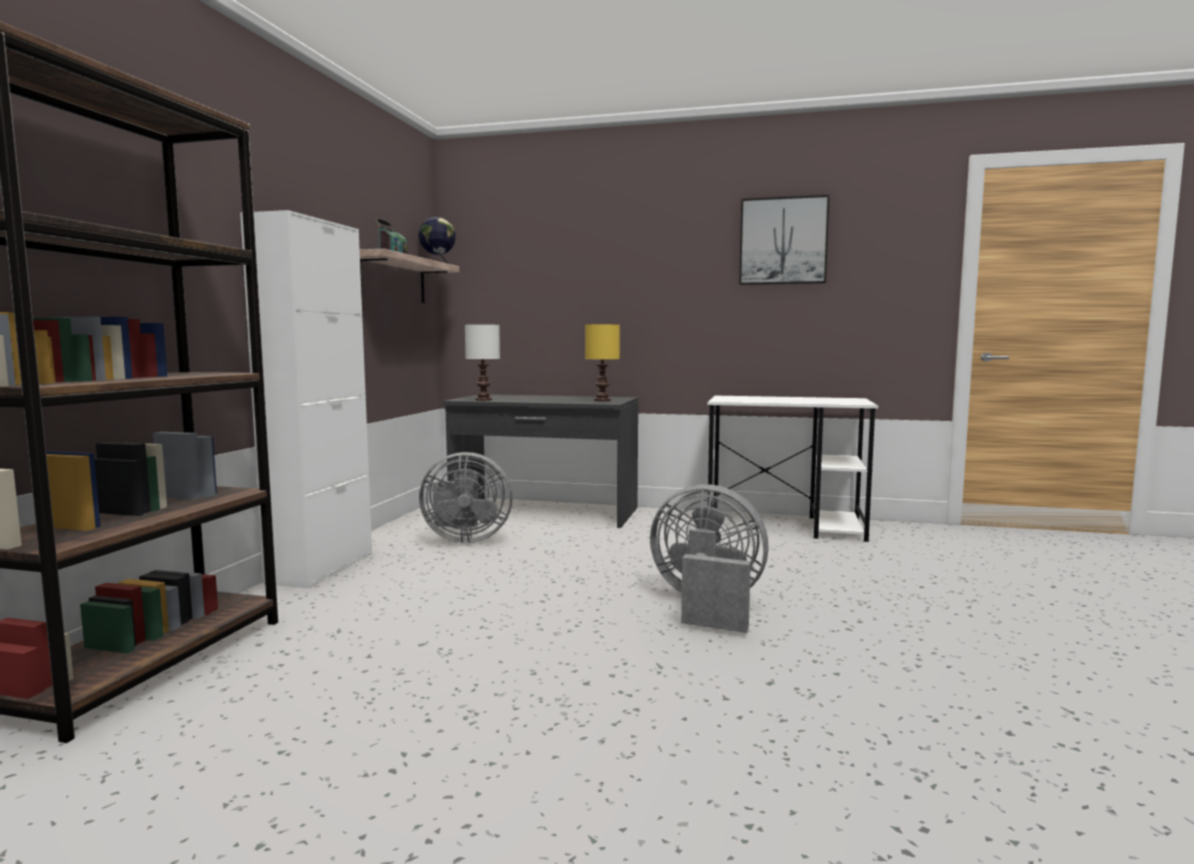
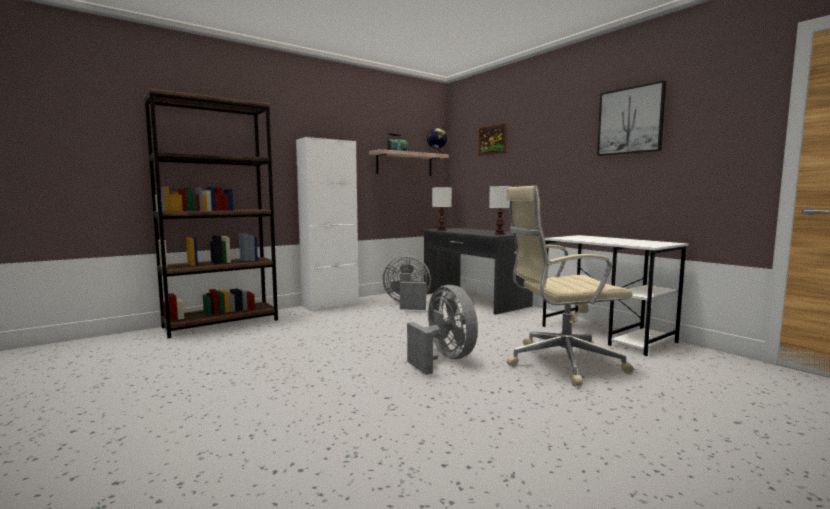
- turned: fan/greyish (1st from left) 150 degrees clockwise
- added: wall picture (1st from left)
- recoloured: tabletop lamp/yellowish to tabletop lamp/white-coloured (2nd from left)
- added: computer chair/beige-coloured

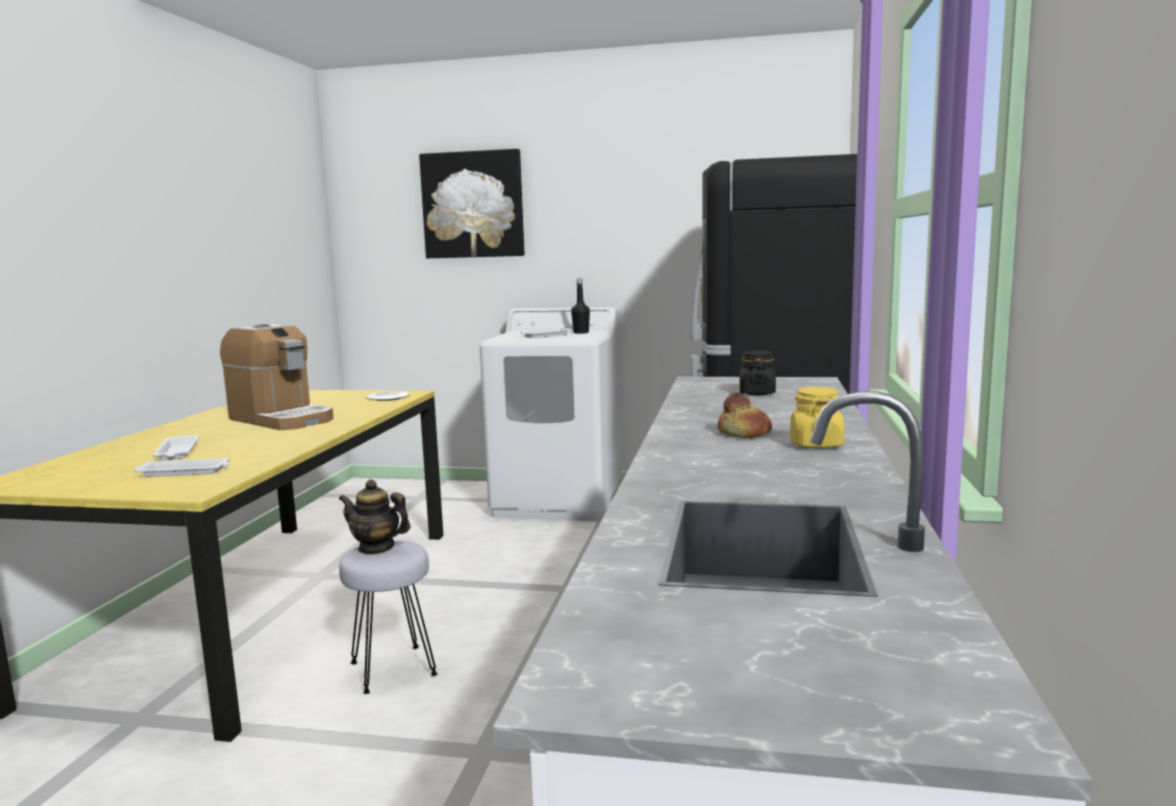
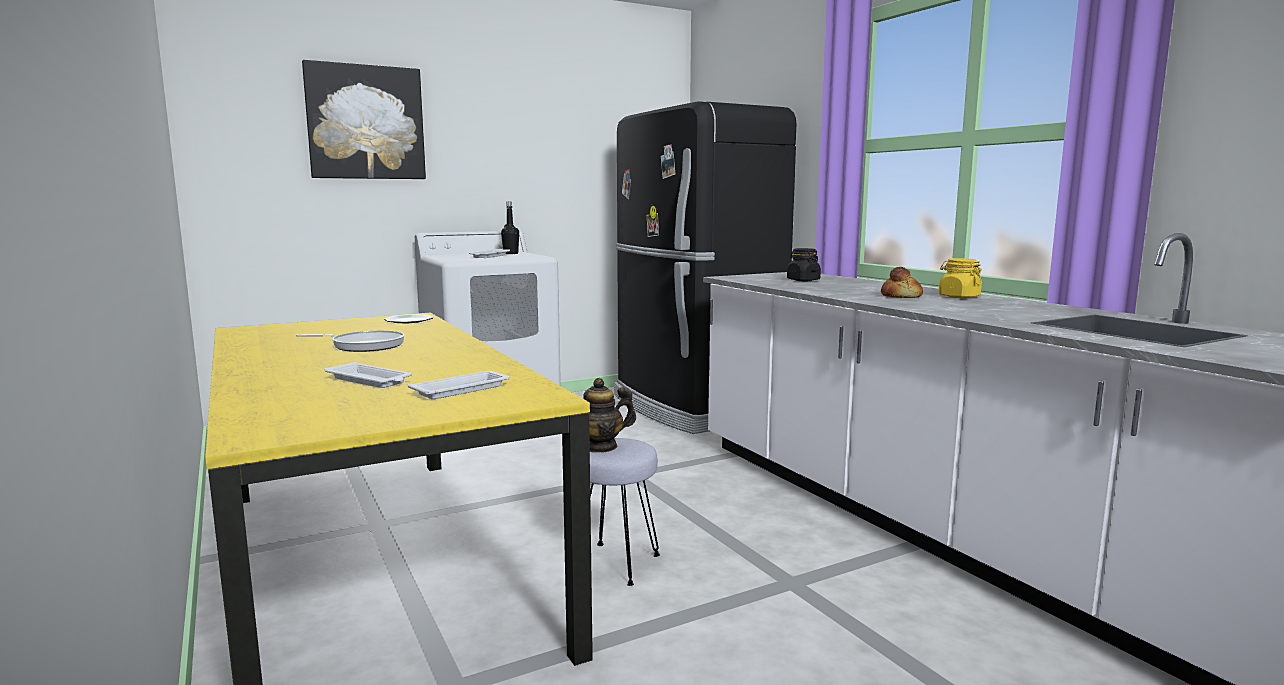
- replaced: coffee machine to skillet

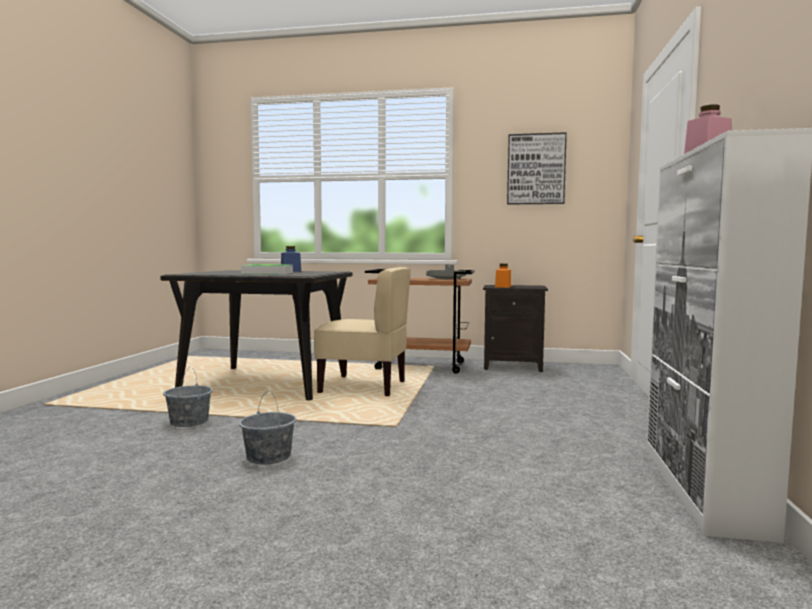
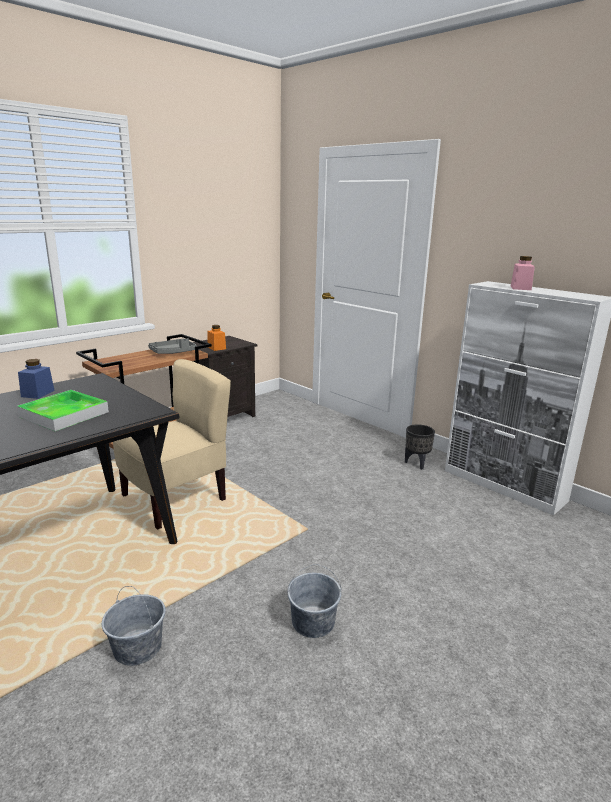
- added: planter/black-coloured
- removed: wall picture

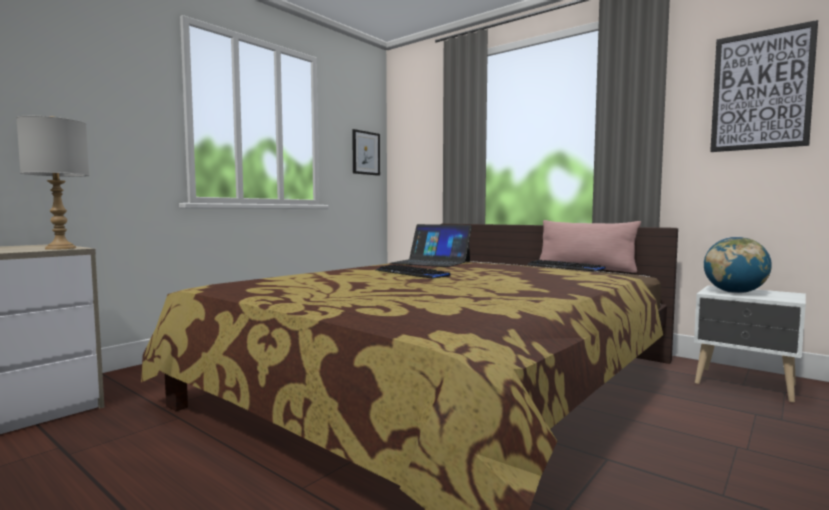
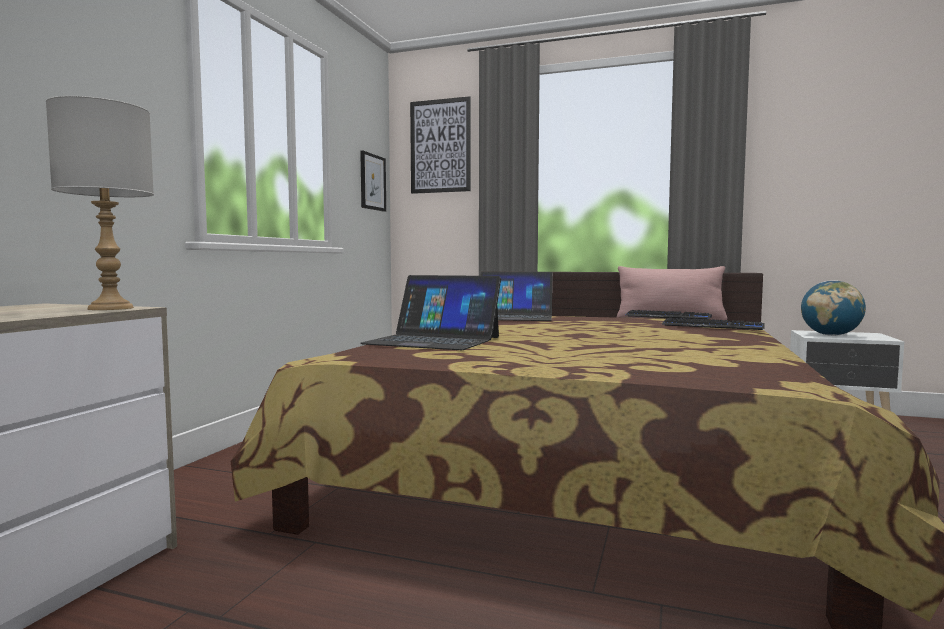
- added: portable computer (1st from left)
- moved: wall picture (2nd from left)
- moved: PC keyboard (1st from left in the first image) to PC keyboard (2nd from left)

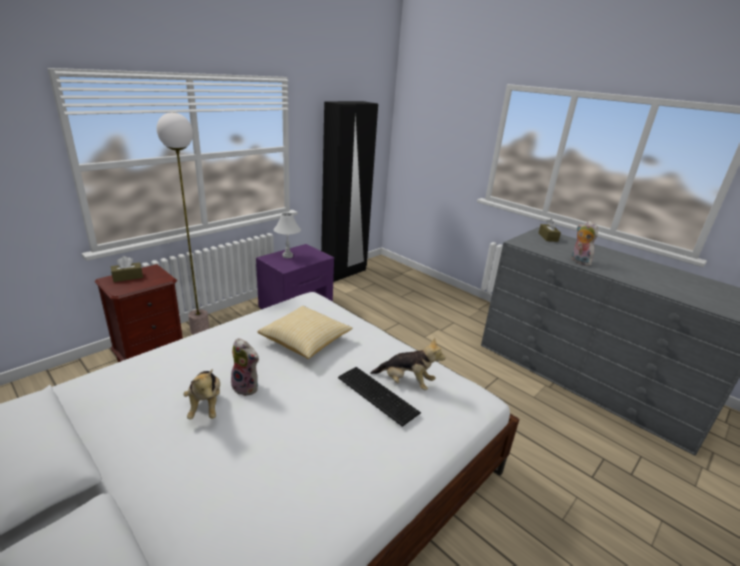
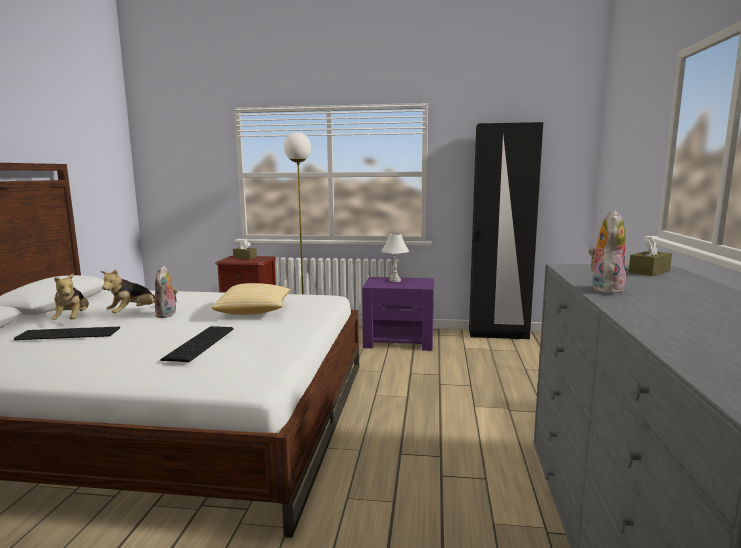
- added: PC keyboard (1st from left)
- moved: soft toy (3rd from left in the first image) to soft toy (1st from left)

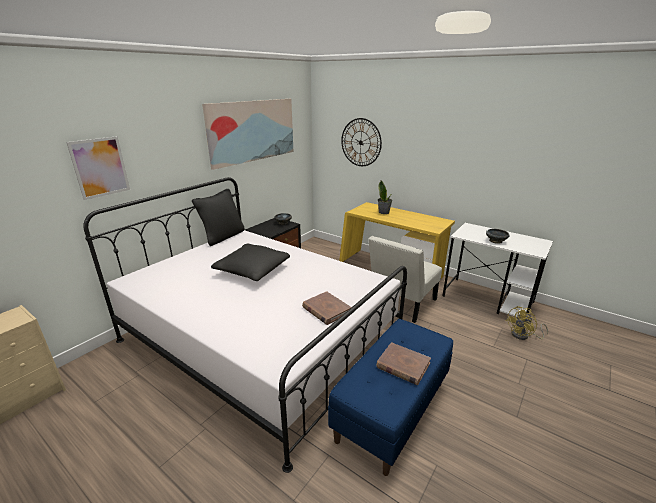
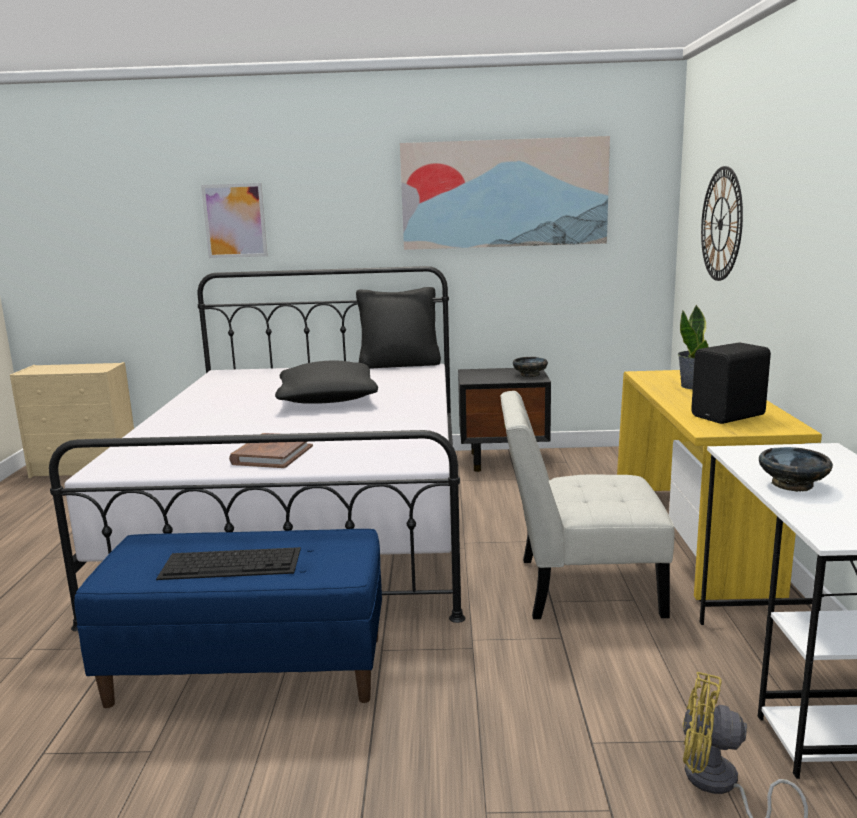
- replaced: book/brown (2nd from left) to PC keyboard
- added: speaker/black-coloured

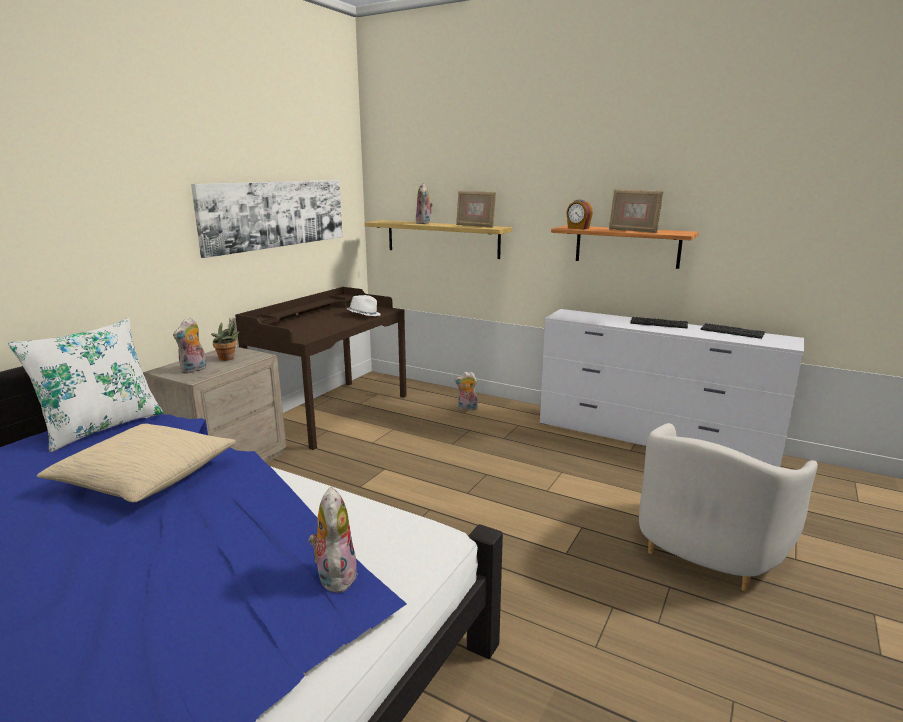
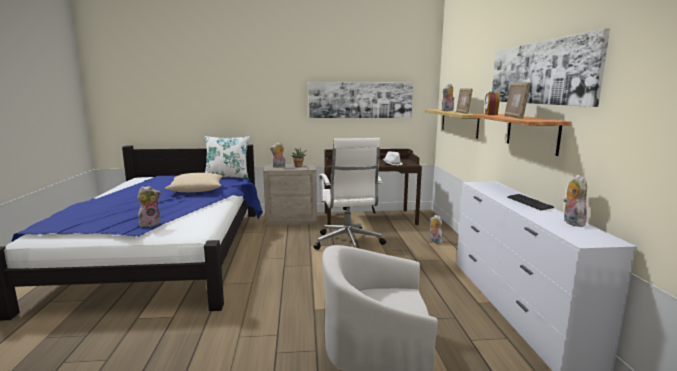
- added: computer chair/white-coloured
- added: wall picture (2nd from left)
- replaced: PC keyboard (2nd from left) to soft toy (5th from left)

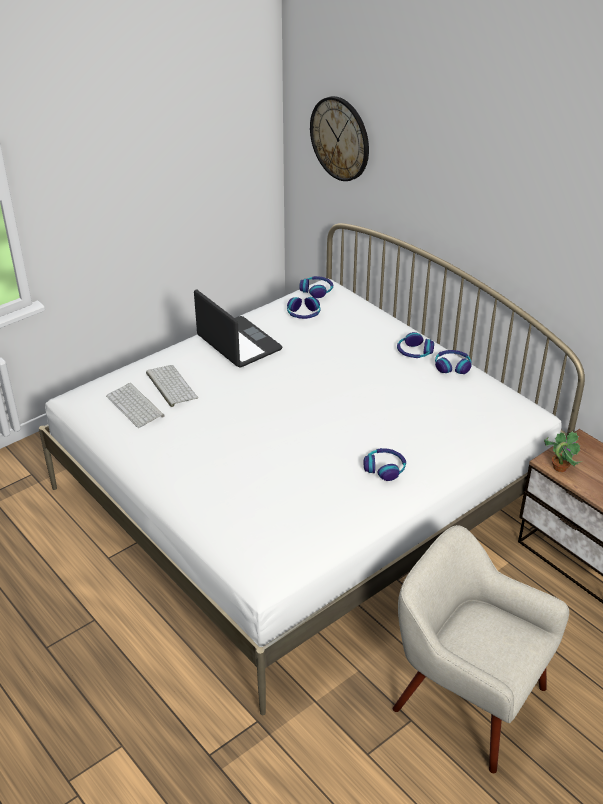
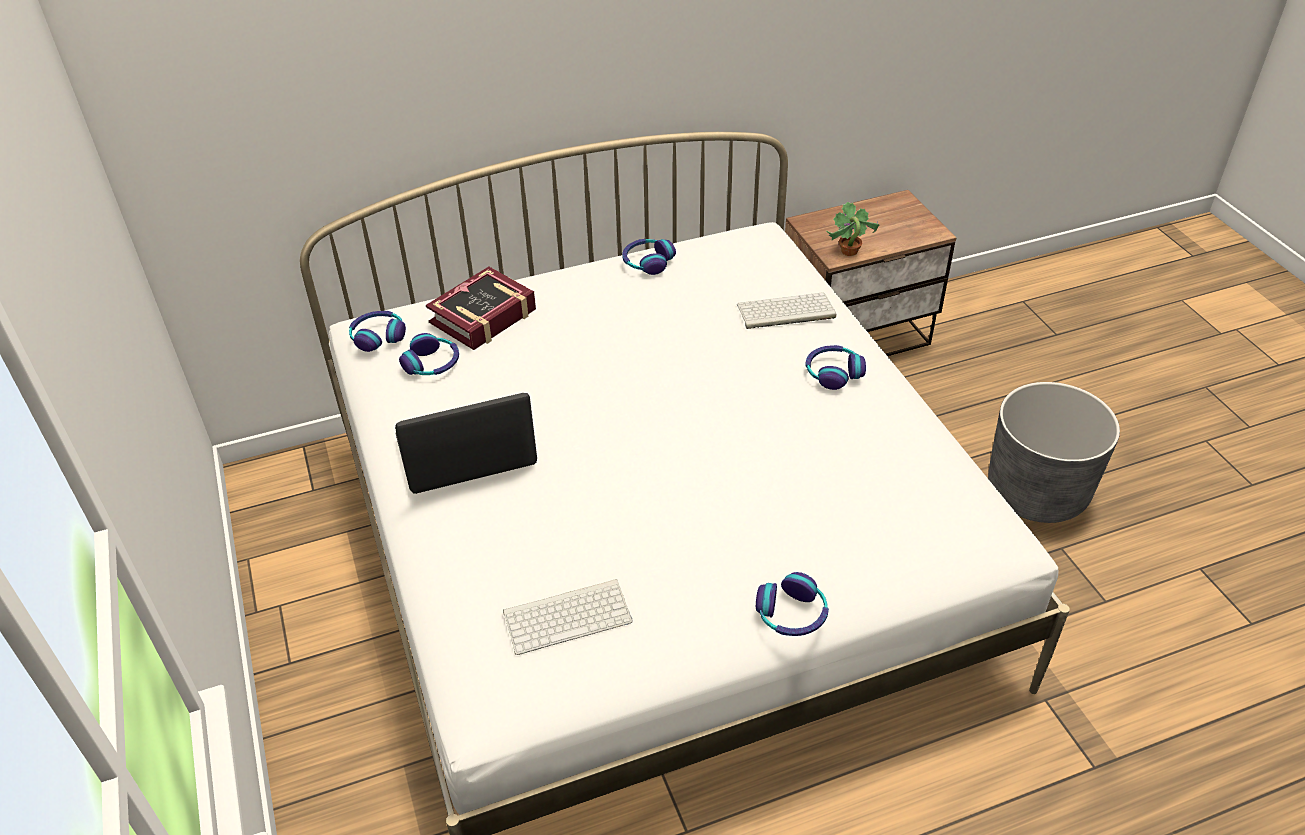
- added: book
- moved: PC keyboard (2nd from left)
- moved: pair of headphones (4th from left)
- replaced: armchair/beige-coloured to planter/greyish
- removed: hanging clock

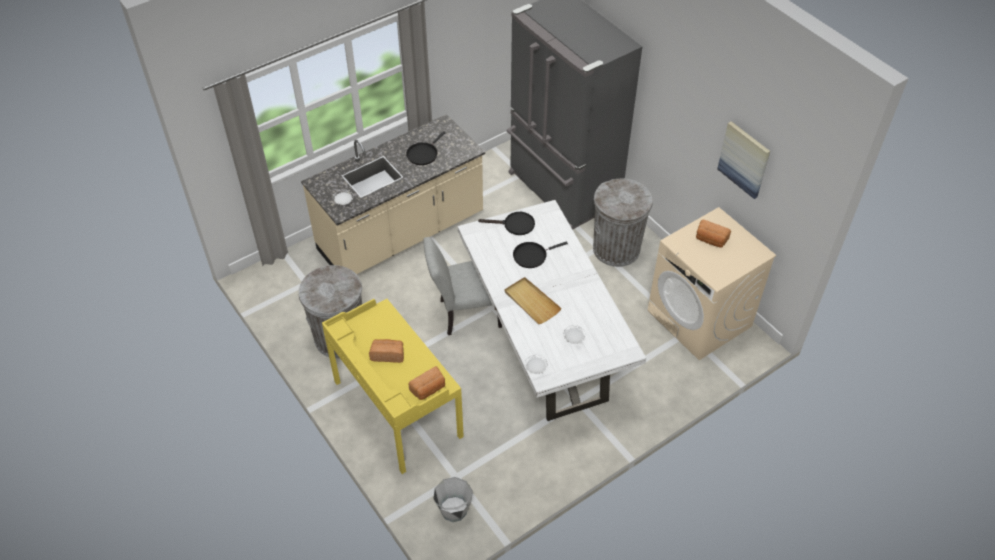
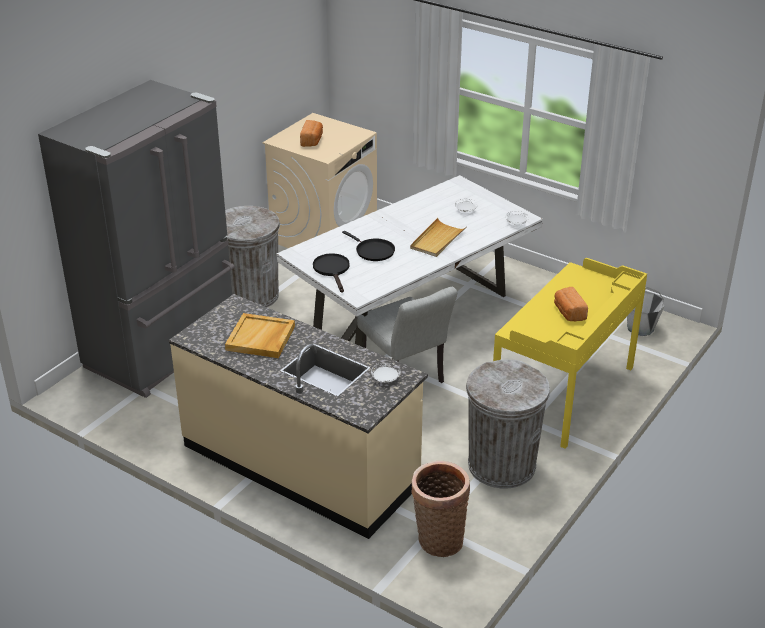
- replaced: skillet/black-coloured (1st from left) to tray/beige-coloured (1st from left)
- added: household basket
- removed: bread (2nd from left)
- removed: wall picture

